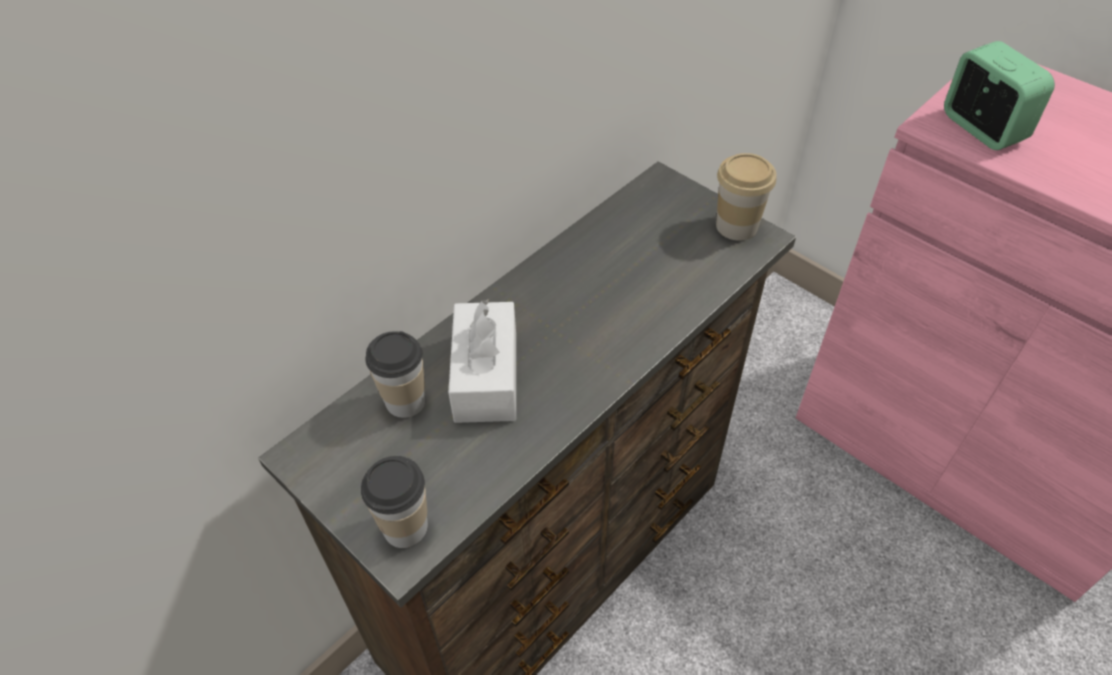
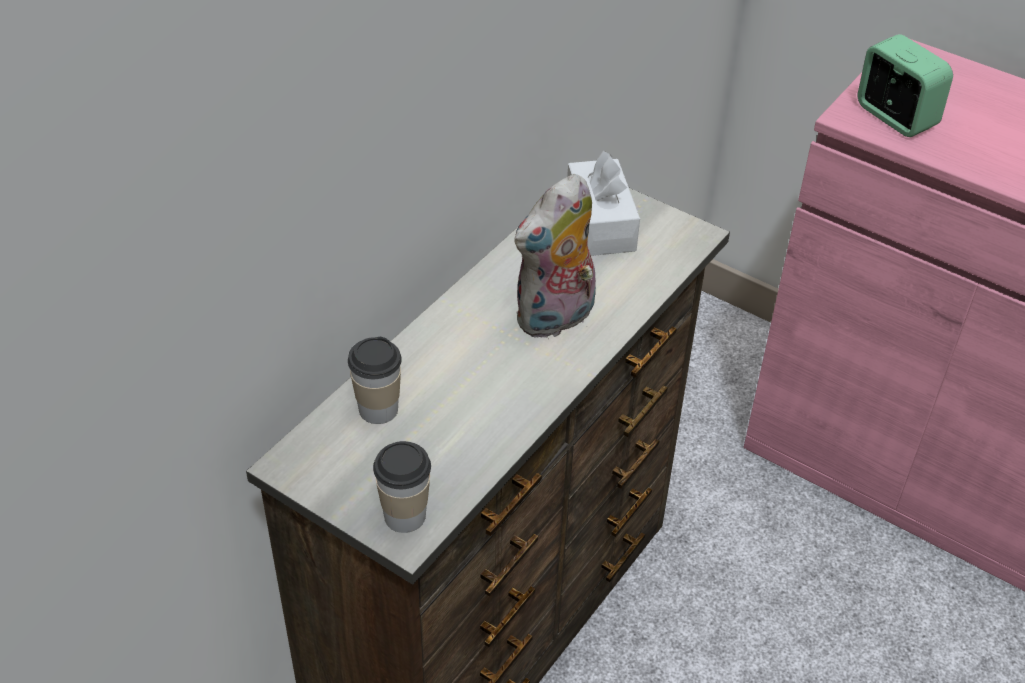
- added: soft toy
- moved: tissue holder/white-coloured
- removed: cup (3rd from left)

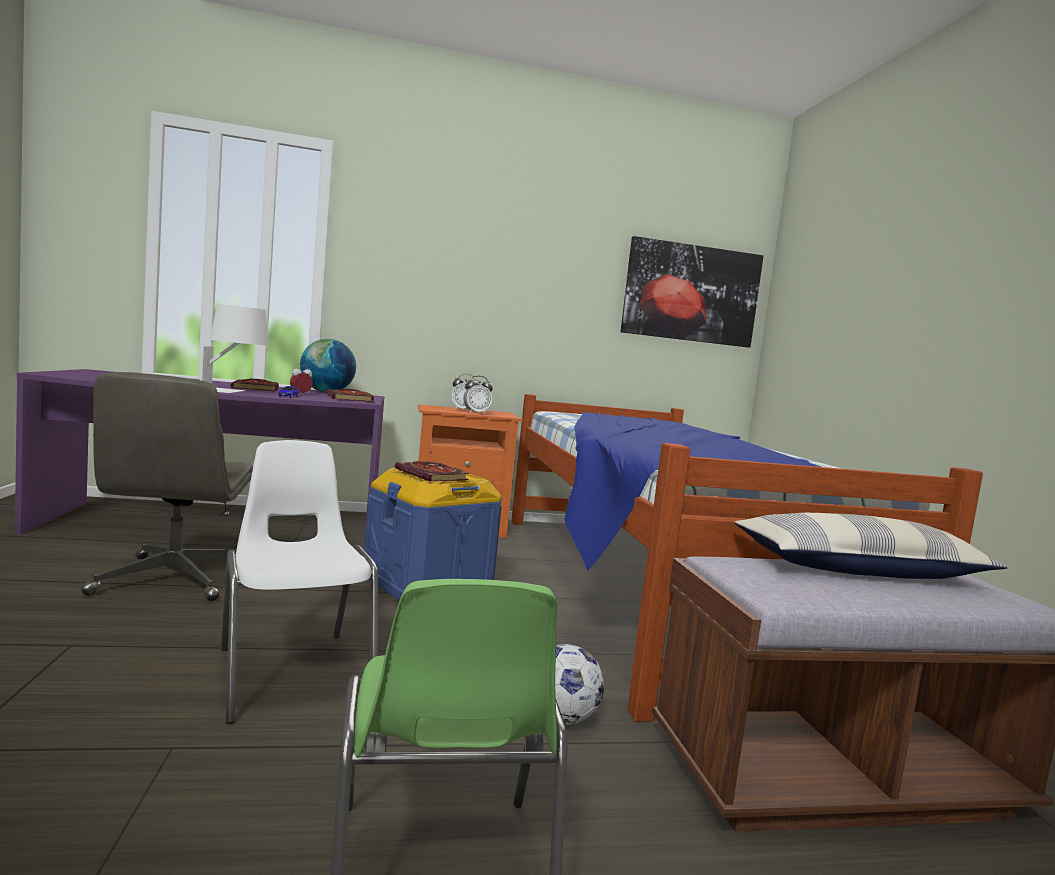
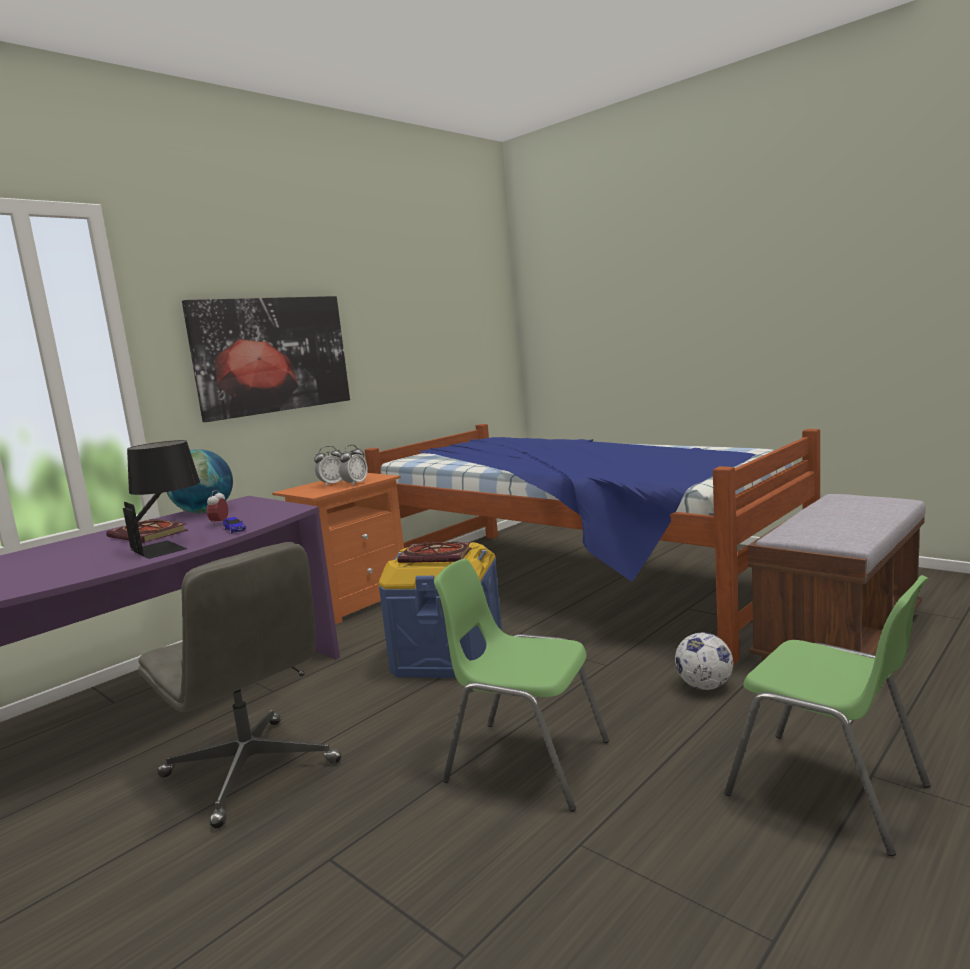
- recoloured: tabletop lamp/white-coloured to tabletop lamp/black-coloured
- moved: wall picture
- recoloured: chair/white-coloured to chair/greenish (1st from left)
- removed: book (2nd from left)
- removed: cushion

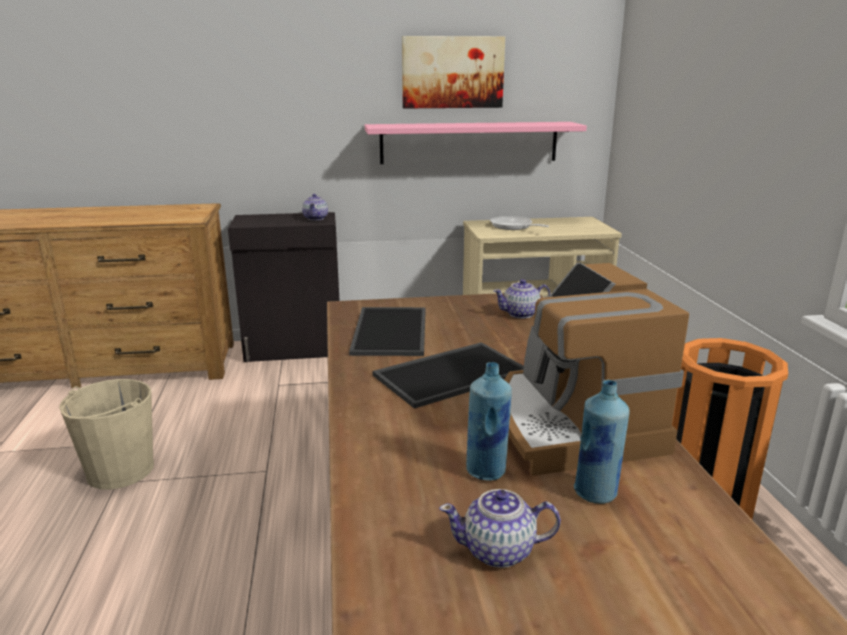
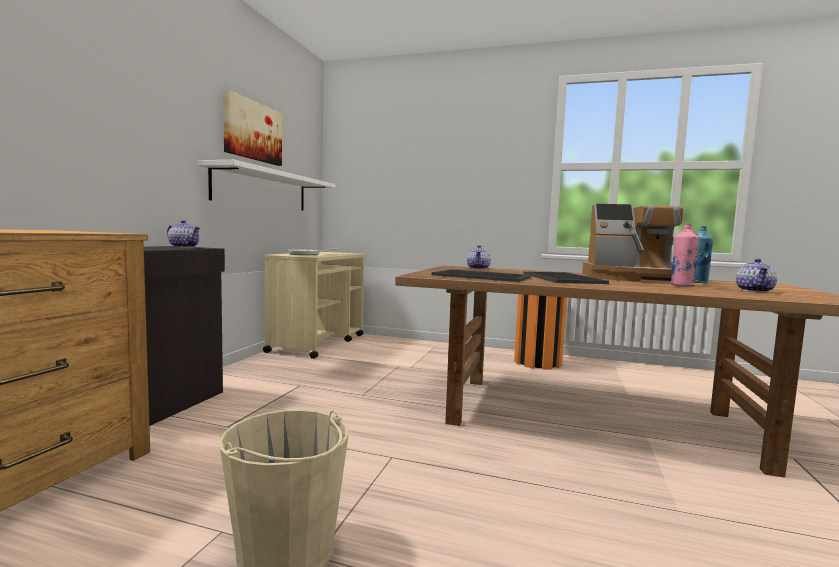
- recoloured: wall shelf/pink-coloured to wall shelf/white-coloured
- recoloured: bottle/blue-coloured (1st from left) to bottle/pink-coloured

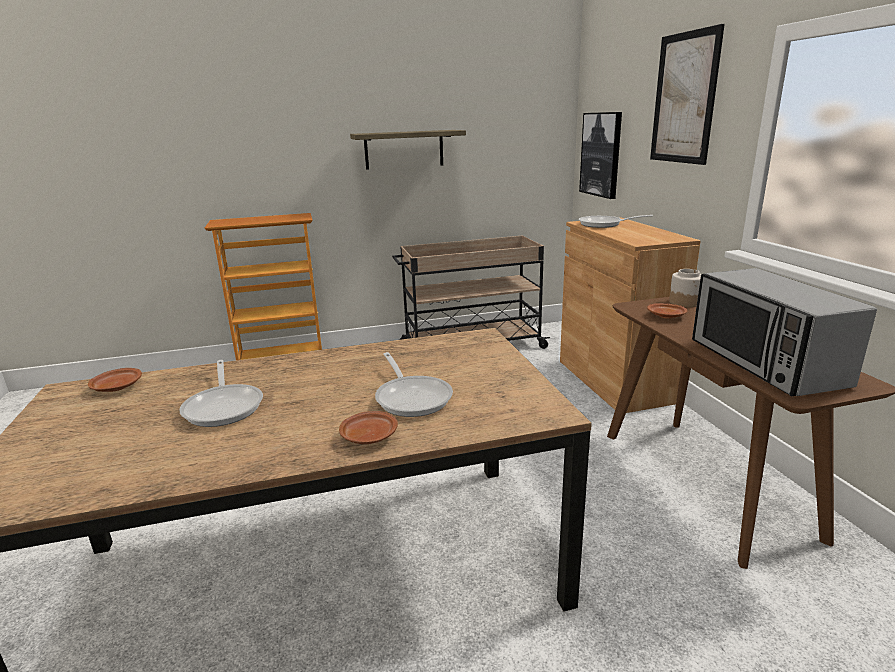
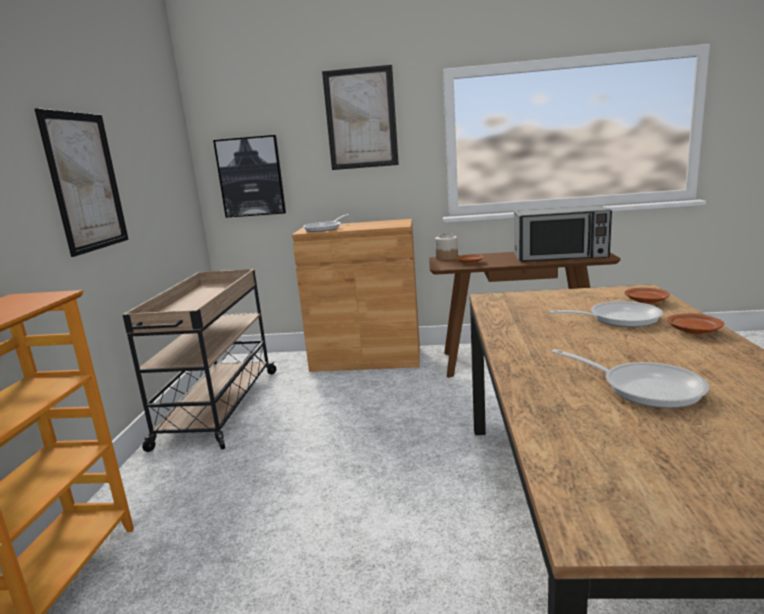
- replaced: wall shelf to wall picture (1st from left)
- turned: skillet (1st from left in the first image) 45 degrees clockwise
- moved: dinner plate/brown (1st from left in the first image) to dinner plate/brown (2nd from left)

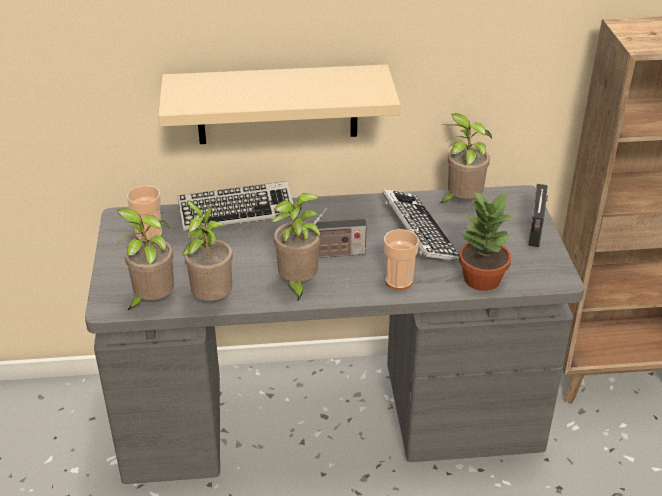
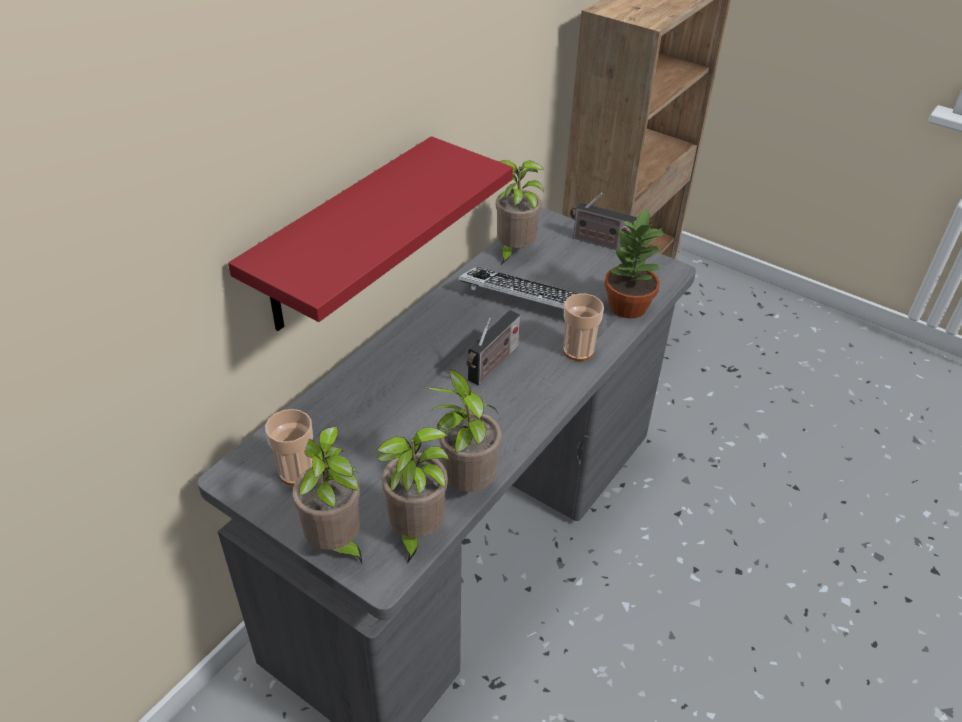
- recoloured: wall shelf/beige-coloured to wall shelf/red
- moved: potted plant (3rd from left in the first image) to potted plant (1st from left)
- turned: radio set (2nd from left) 150 degrees clockwise
- removed: PC keyboard (1st from left)

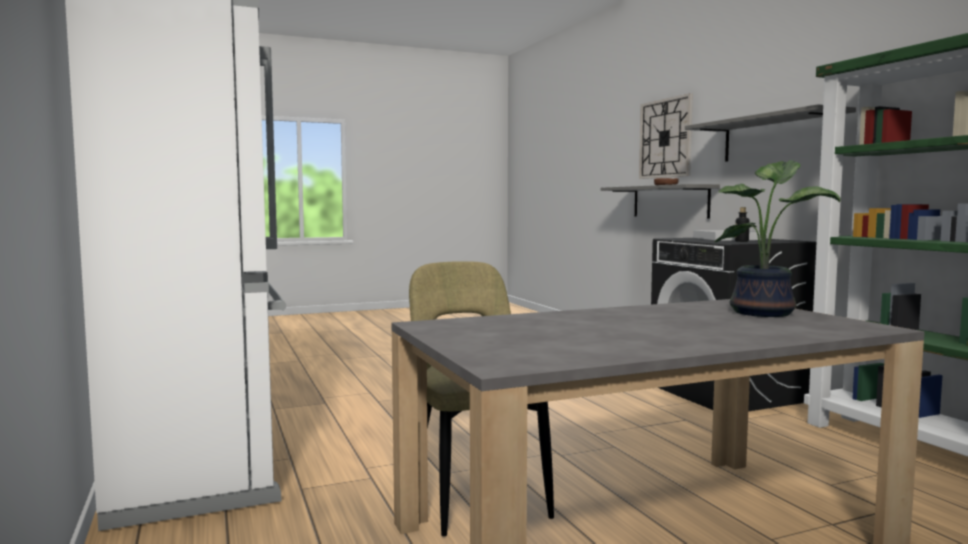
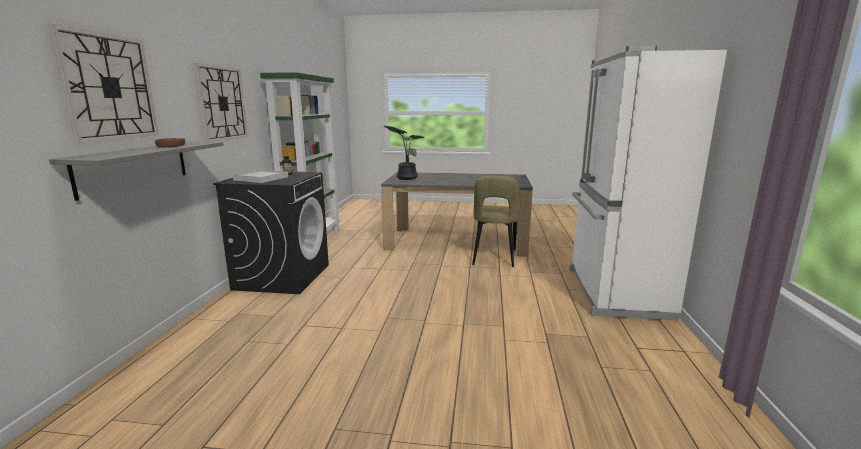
- replaced: wall shelf/greyish (2nd from left) to hanging clock (2nd from left)

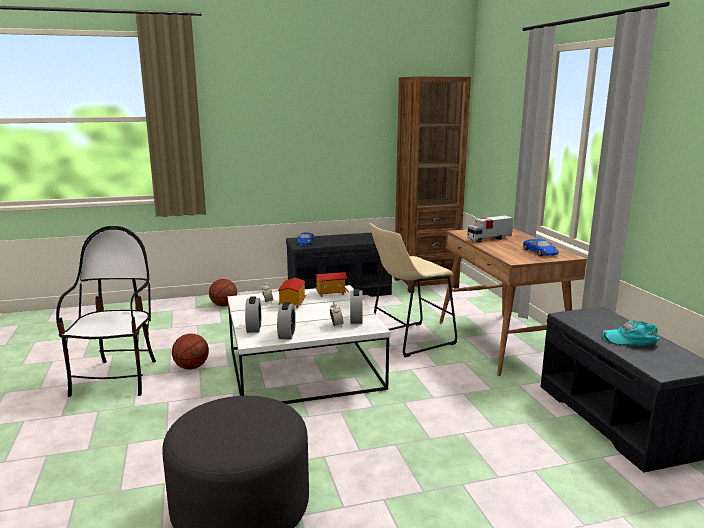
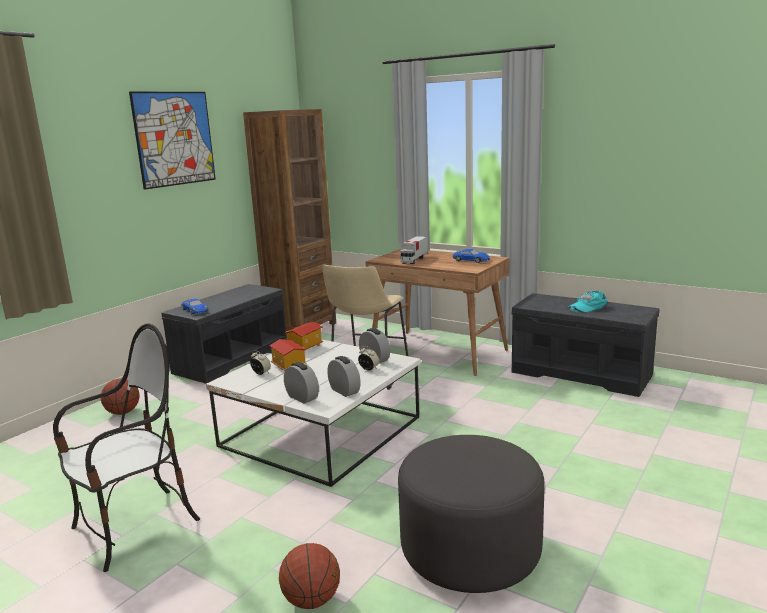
- turned: chair 90 degrees clockwise
- added: wall picture
- moved: basketball ball (1st from left in the first image) to basketball ball (2nd from left)

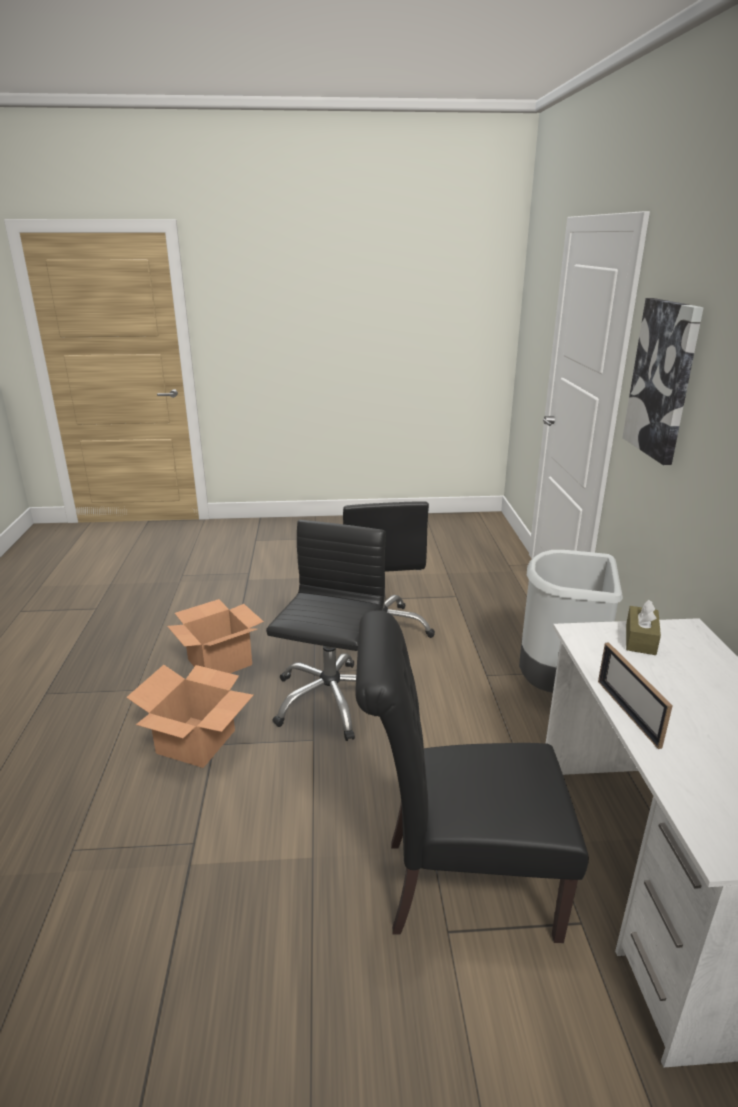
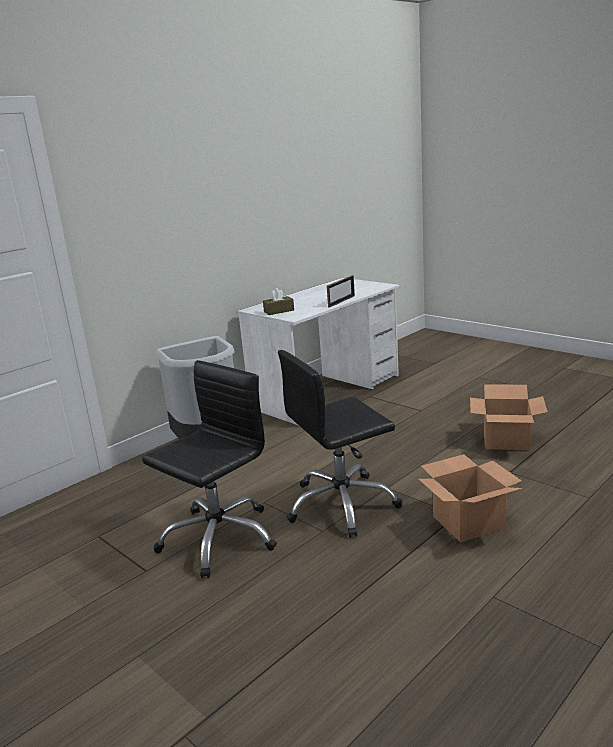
- moved: packing box (2nd from left)
- removed: chair/black-coloured
- removed: wall picture

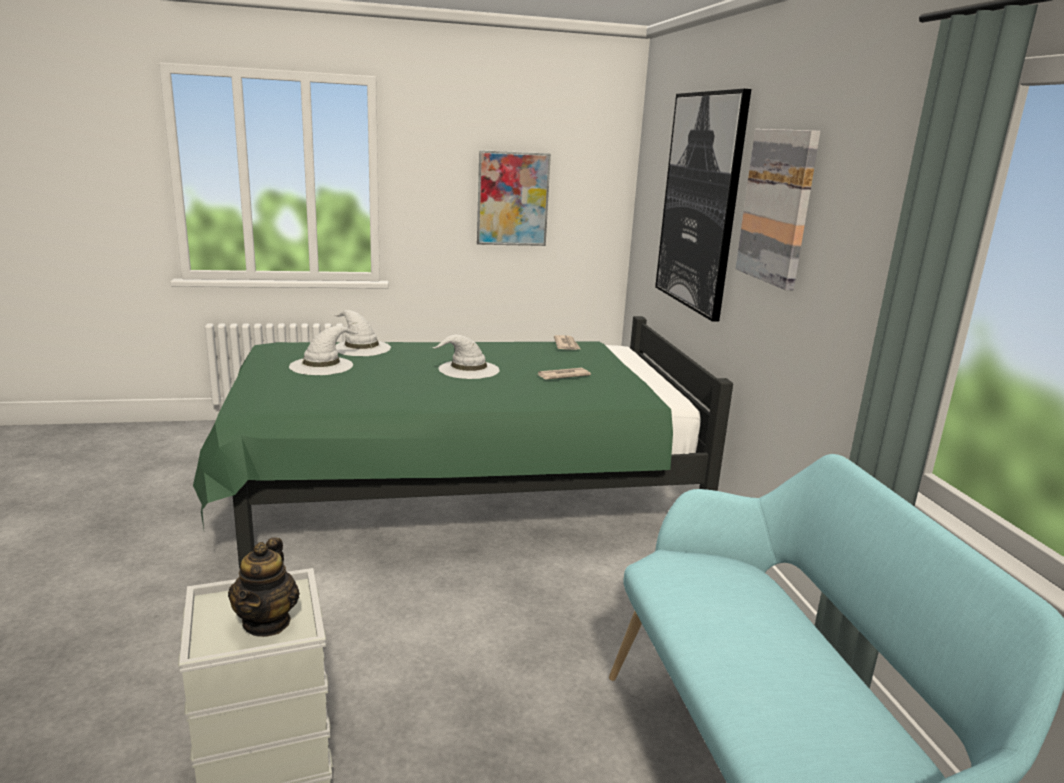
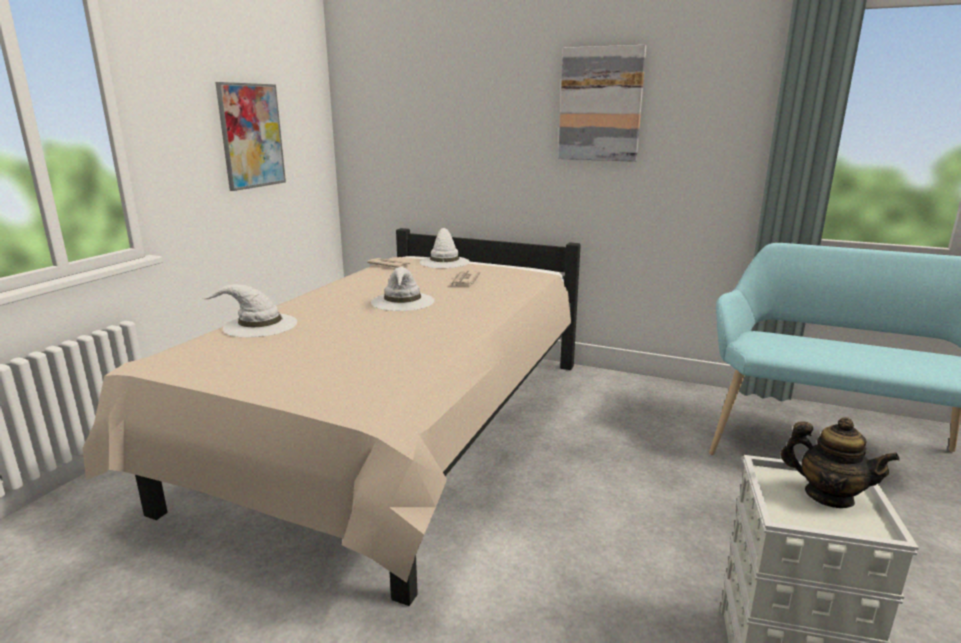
- recoloured: sleeping bed/greenish to sleeping bed/beige-coloured
- moved: hat/white-coloured (1st from left in the first image) to hat/white-coloured (3rd from left)
- removed: wall picture (2nd from left)

